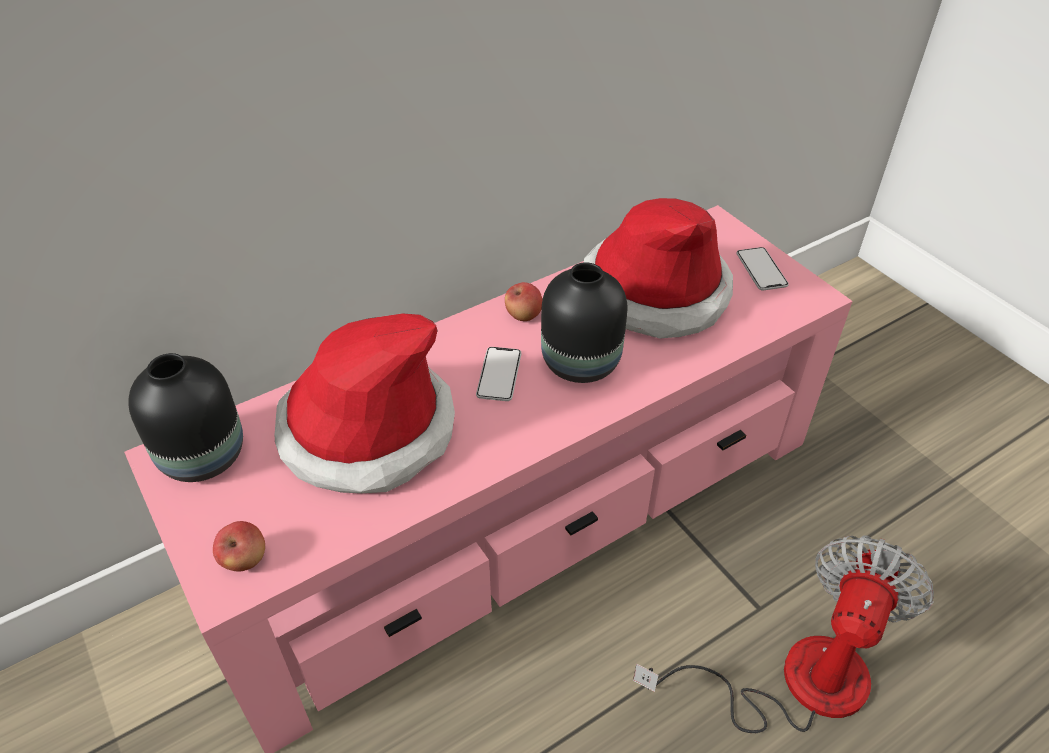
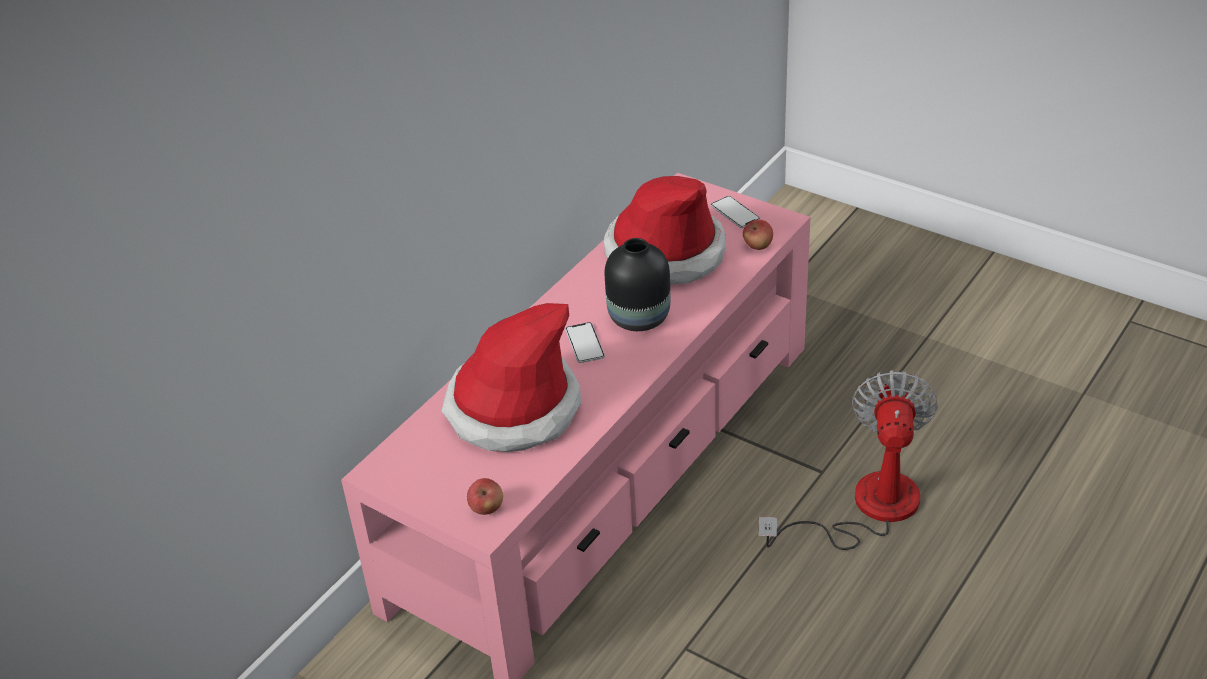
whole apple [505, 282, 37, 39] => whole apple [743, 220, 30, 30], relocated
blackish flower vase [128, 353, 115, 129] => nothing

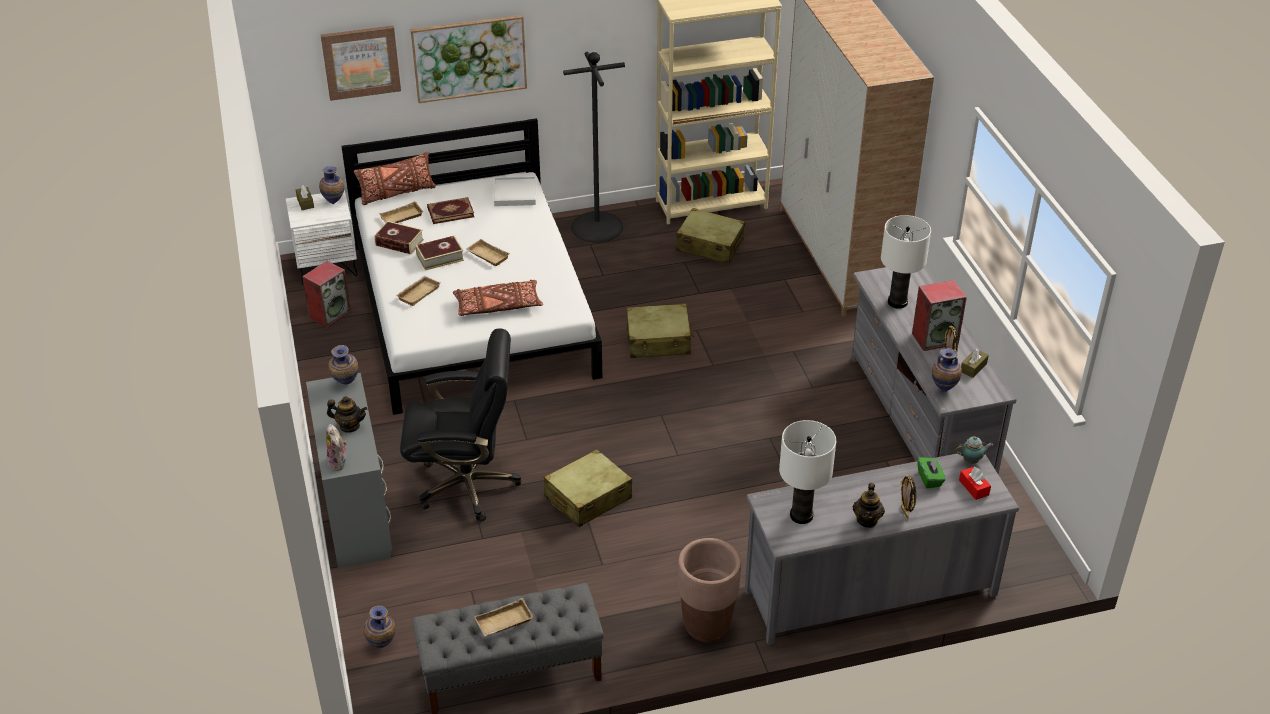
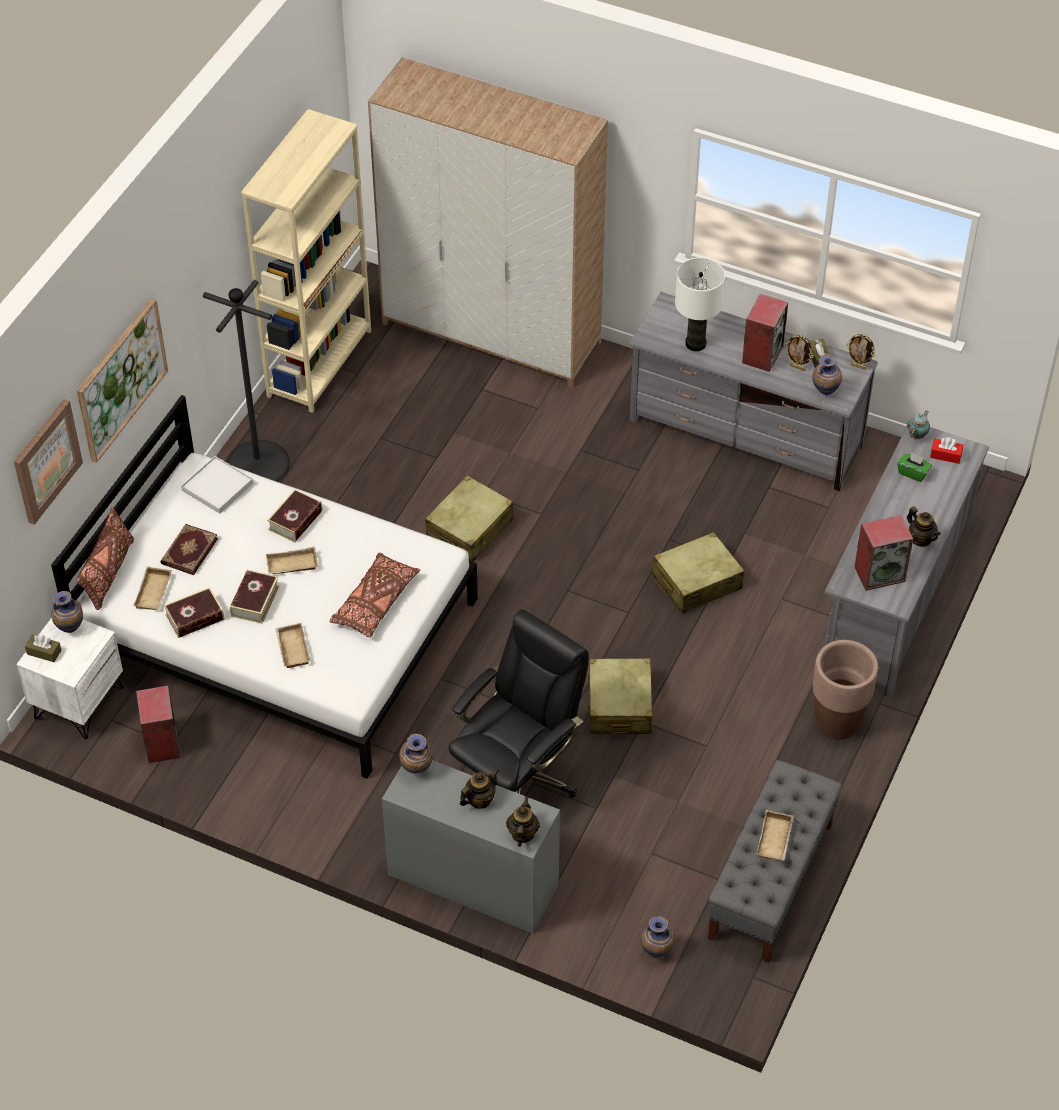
sand-coloured travel case [676, 208, 69, 56] => sand-coloured travel case [652, 532, 92, 81], relocated
whitish tabletop lamp [779, 420, 57, 104] => audio speaker [854, 515, 59, 76]
cuddly toy [326, 424, 21, 47] => teapot [506, 797, 34, 50]
standing frame [901, 474, 15, 45] => standing frame [846, 334, 30, 36], relocated
nothing => book [267, 489, 55, 53]

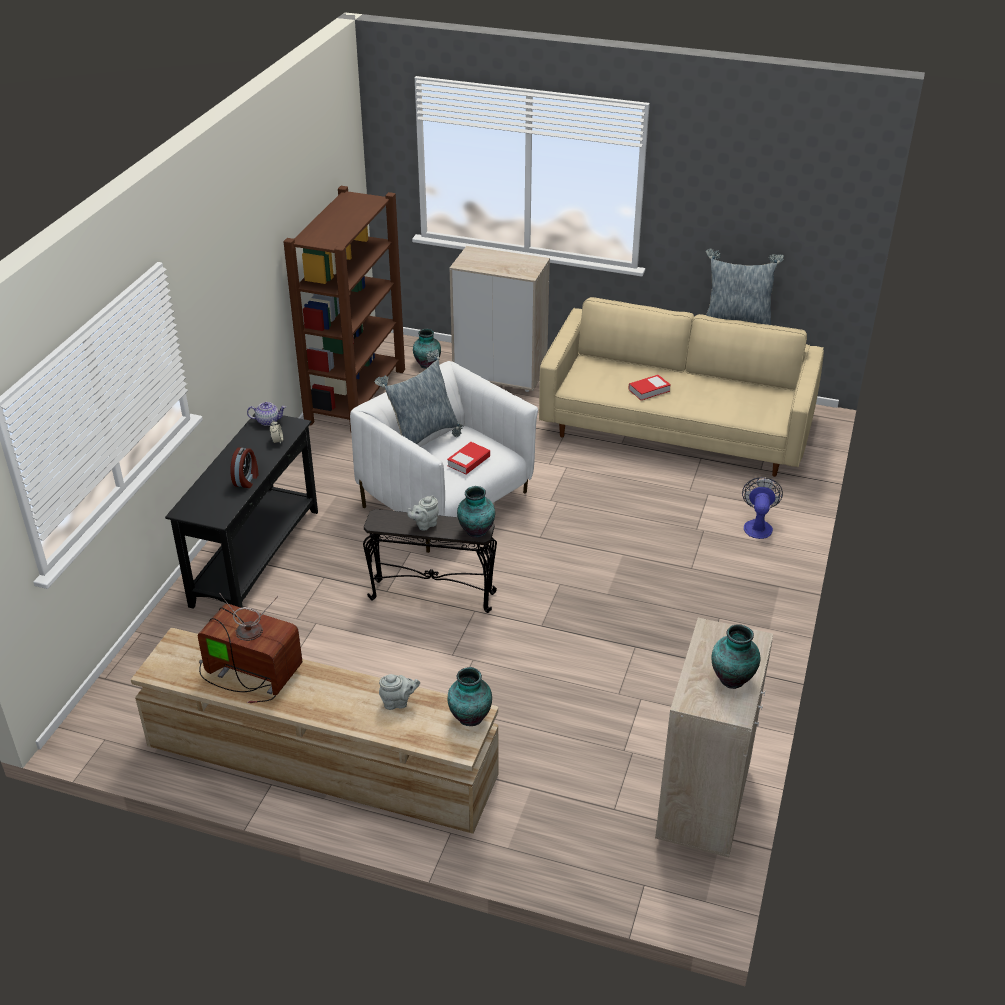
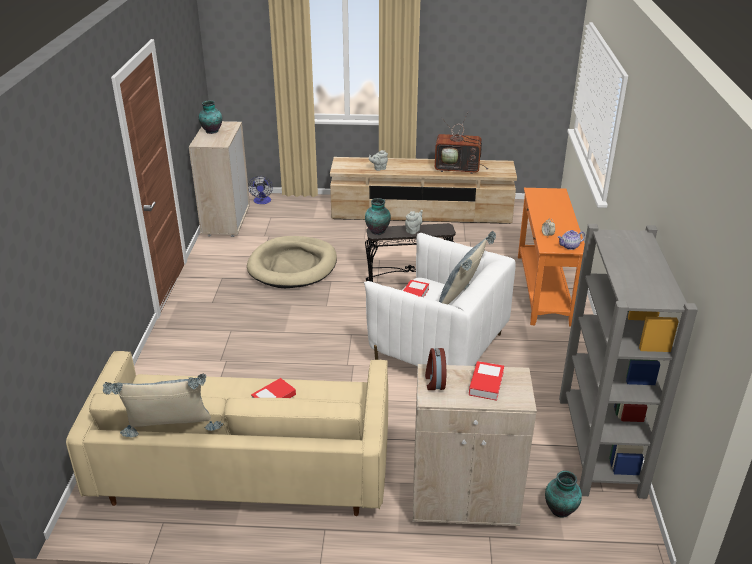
brownish bookcase [283, 186, 122, 246] => greyish bookcase [559, 224, 139, 275]
blackish narrow table [165, 414, 153, 195] => orange-coloured narrow table [518, 188, 67, 139]
alarm clock [230, 447, 28, 41] => alarm clock [425, 348, 21, 42], relocated
cooling fan [742, 477, 41, 62] => cooling fan [248, 176, 25, 28], relocated
flower vase [448, 667, 44, 59] => nothing
nothing => sand-coloured dog bed [247, 236, 90, 52]
nothing => book [469, 361, 35, 40]

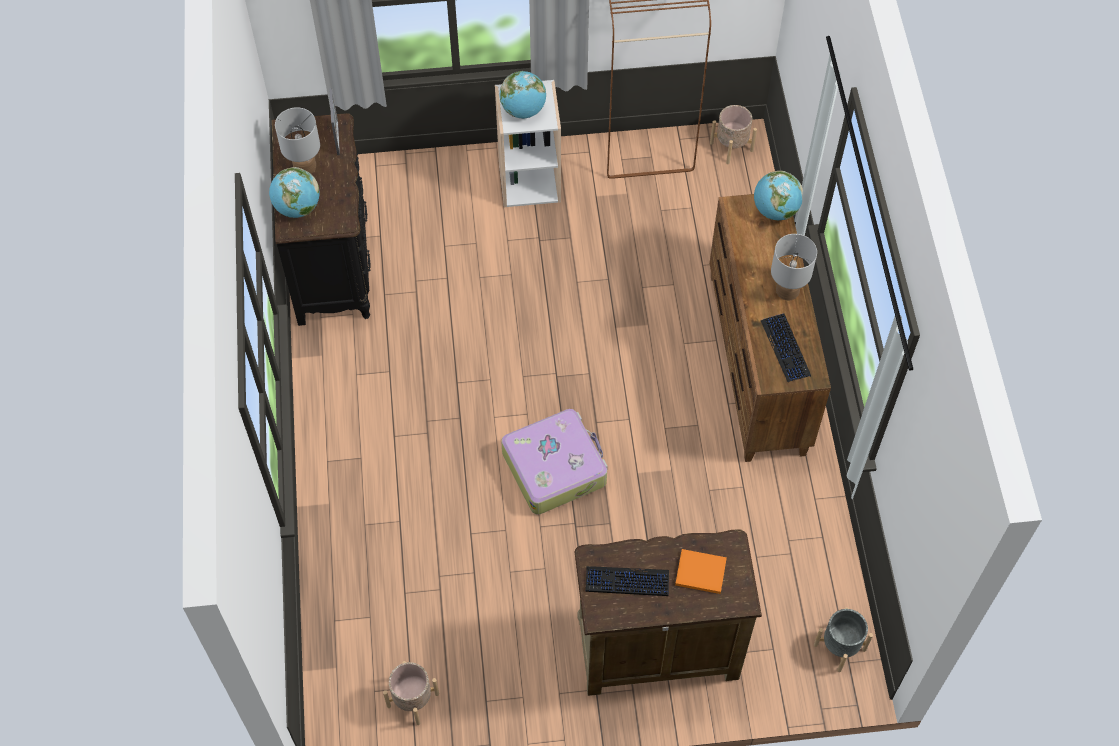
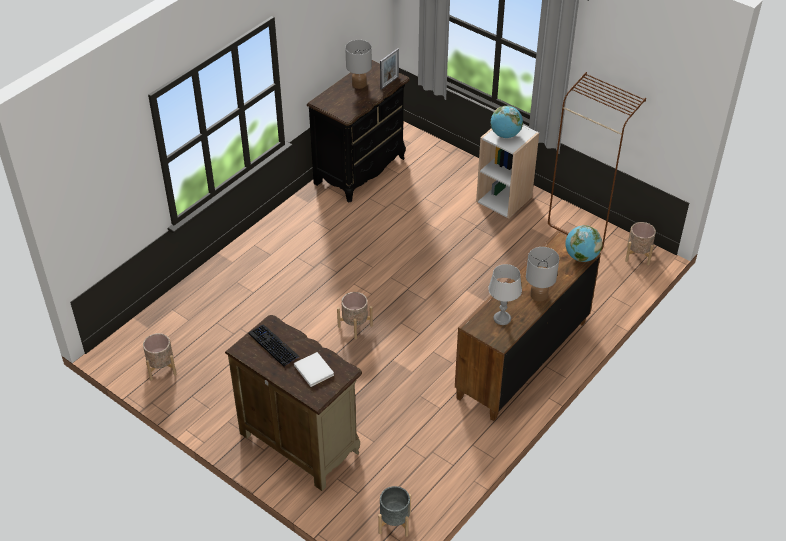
desk globe [269, 167, 50, 51] => nothing
PC keyboard [761, 313, 50, 69] => greyish tabletop lamp [488, 264, 34, 61]
travel case [501, 409, 107, 106] => sand-coloured flower pot [337, 292, 36, 47]
orange-coloured book [675, 549, 52, 45] => whitish book [294, 352, 40, 35]

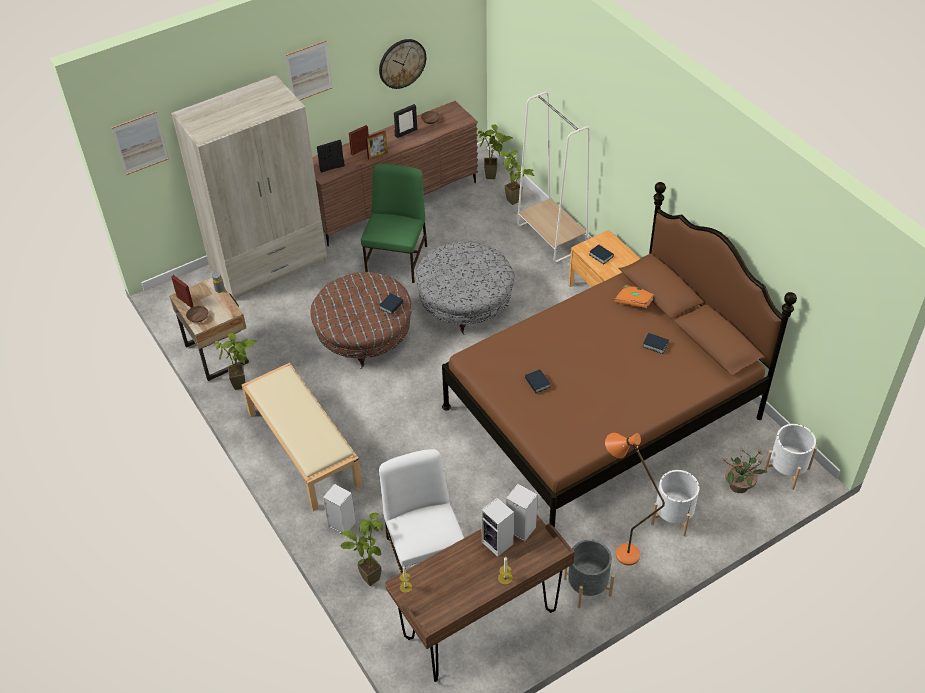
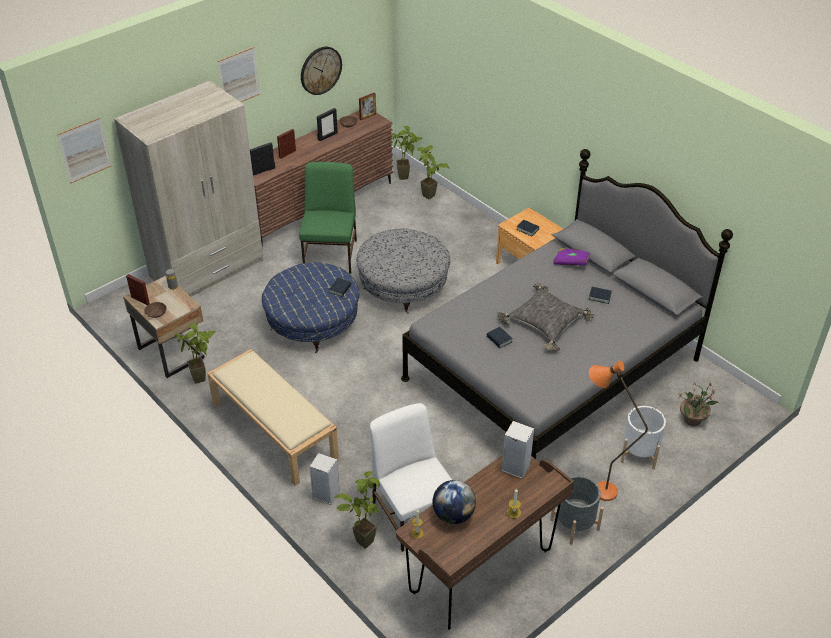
garment rack [517, 91, 73, 171] => nothing
standing frame [366, 131, 22, 29] => standing frame [359, 93, 17, 27], relocated
brownish bed [442, 182, 355, 346] => greyish bed [401, 149, 332, 310]
brownish ottoman [310, 272, 102, 97] => blue-coloured ottoman [262, 262, 97, 91]
orange-coloured book [614, 285, 40, 23] => purple-coloured book [553, 248, 37, 17]
whitish flower pot [764, 424, 53, 66] => nothing
audio speaker [481, 497, 33, 60] => nothing
nothing => throw pillow [497, 282, 97, 69]
nothing => desk globe [432, 480, 44, 44]

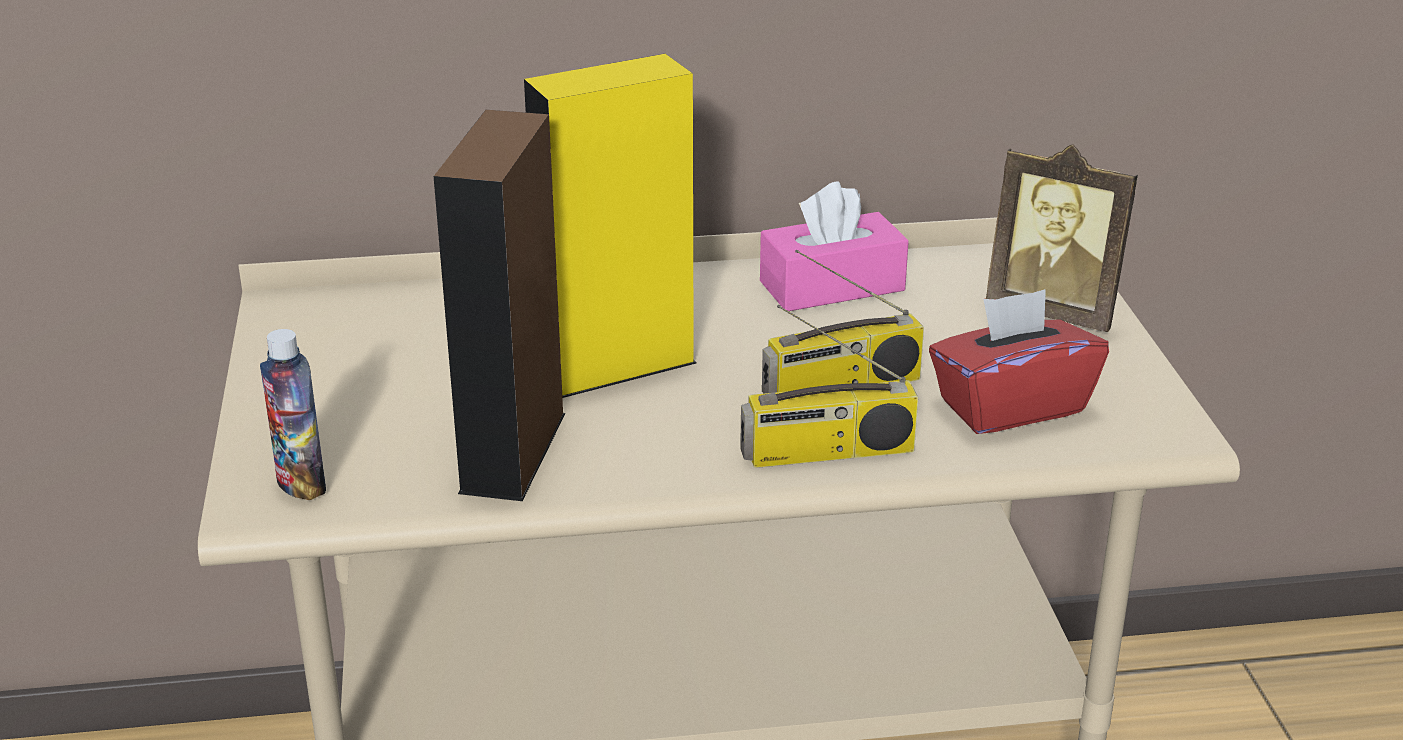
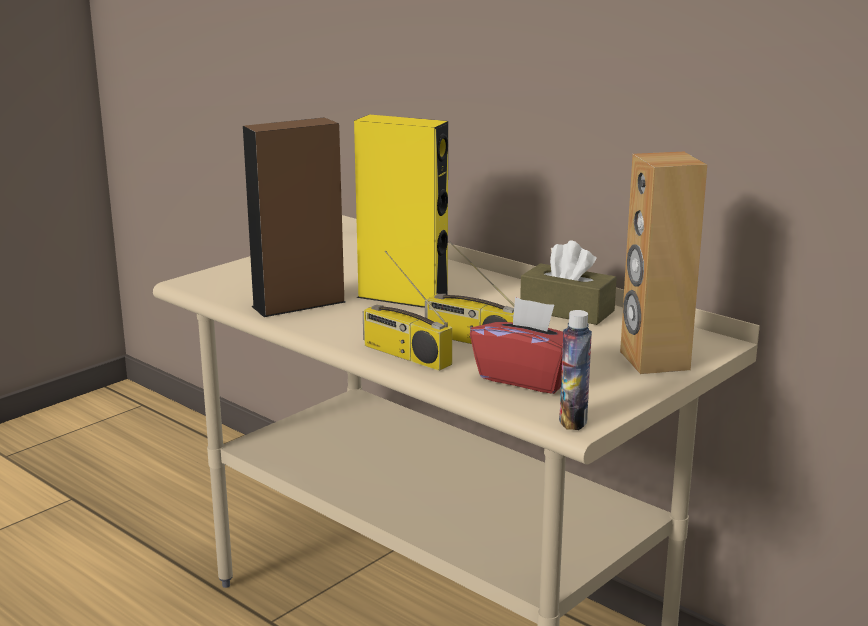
standing frame [986, 145, 152, 187] => brownish audio speaker [620, 152, 87, 222]
pinkish box of tissues [760, 181, 149, 130] => brownish box of tissues [520, 240, 97, 85]
drink bottle [260, 329, 66, 171] => drink bottle [559, 310, 33, 120], relocated

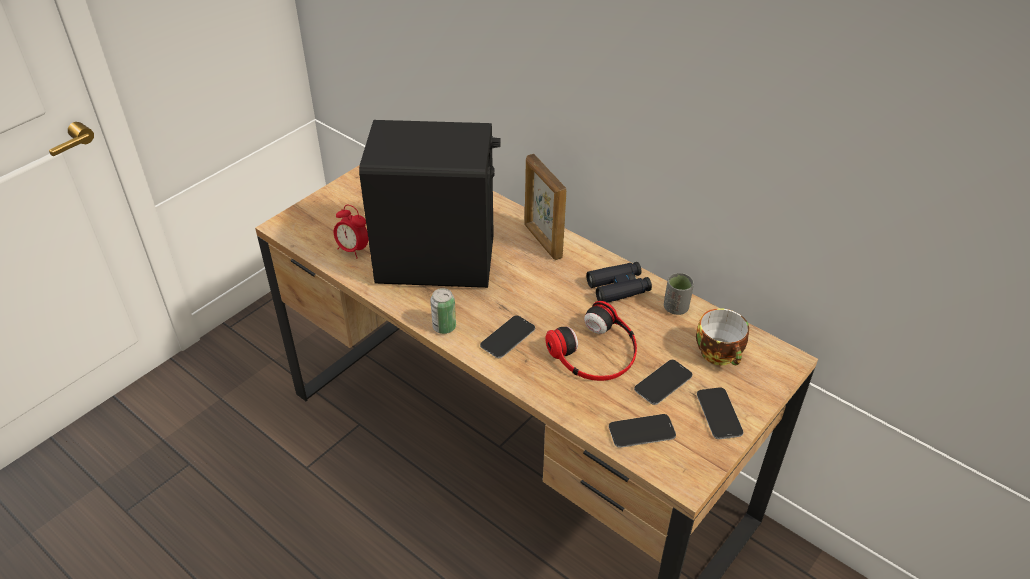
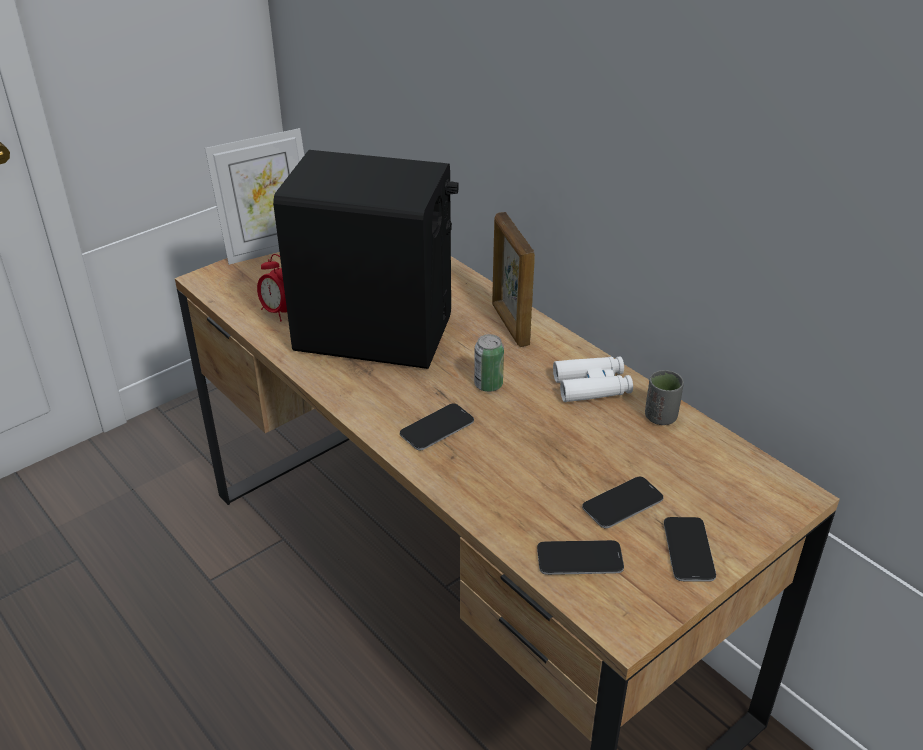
blackish field glasses [586, 262, 66, 41] => whitish field glasses [553, 357, 80, 45]
can [430, 288, 26, 46] => can [474, 334, 30, 58], relocated
pair of headphones [545, 301, 92, 80] => nothing
small cup [696, 308, 53, 57] => nothing
nothing => standing frame [205, 128, 99, 137]

